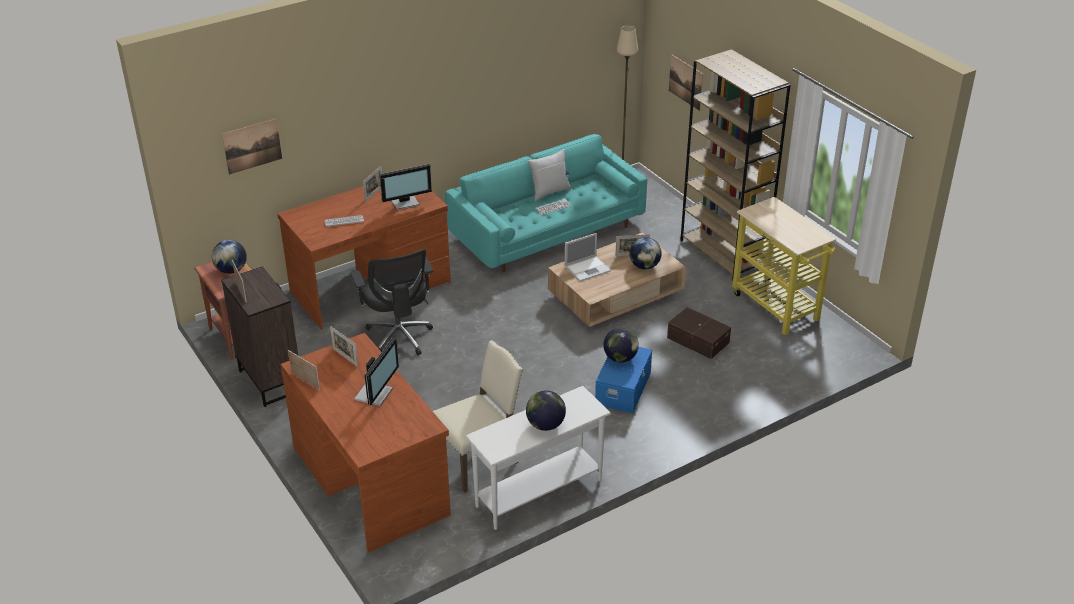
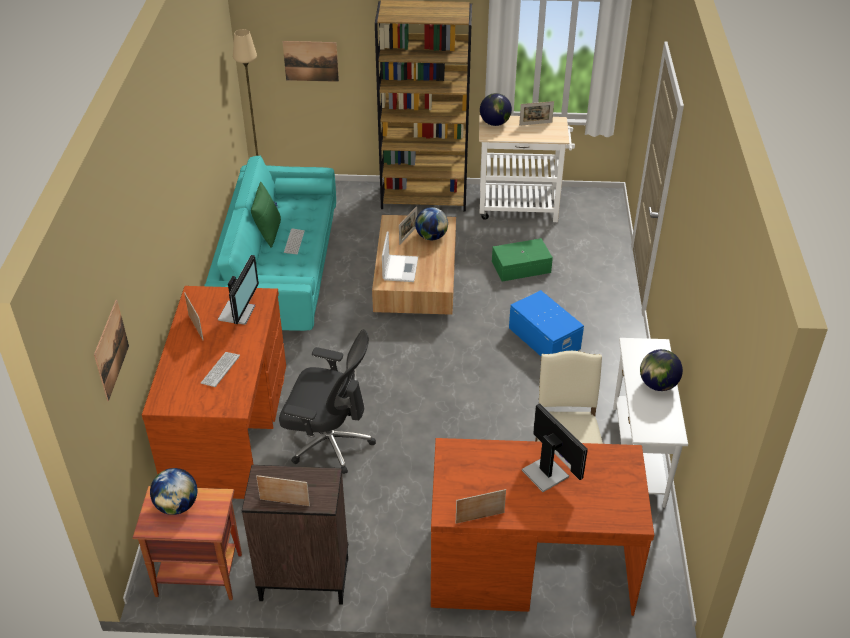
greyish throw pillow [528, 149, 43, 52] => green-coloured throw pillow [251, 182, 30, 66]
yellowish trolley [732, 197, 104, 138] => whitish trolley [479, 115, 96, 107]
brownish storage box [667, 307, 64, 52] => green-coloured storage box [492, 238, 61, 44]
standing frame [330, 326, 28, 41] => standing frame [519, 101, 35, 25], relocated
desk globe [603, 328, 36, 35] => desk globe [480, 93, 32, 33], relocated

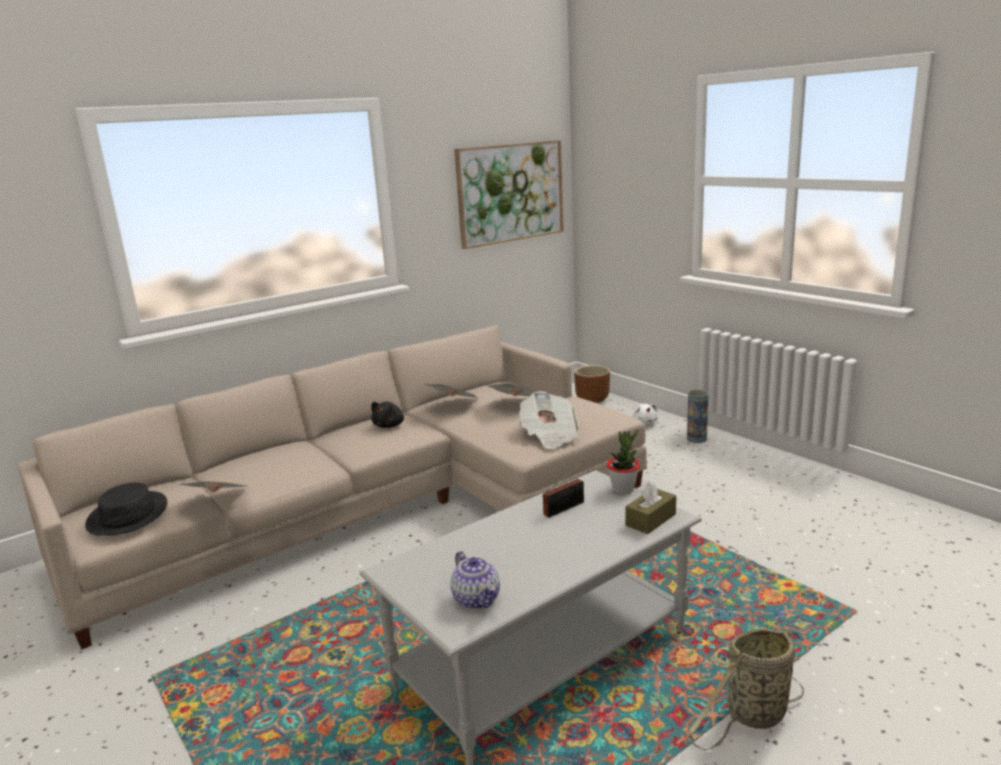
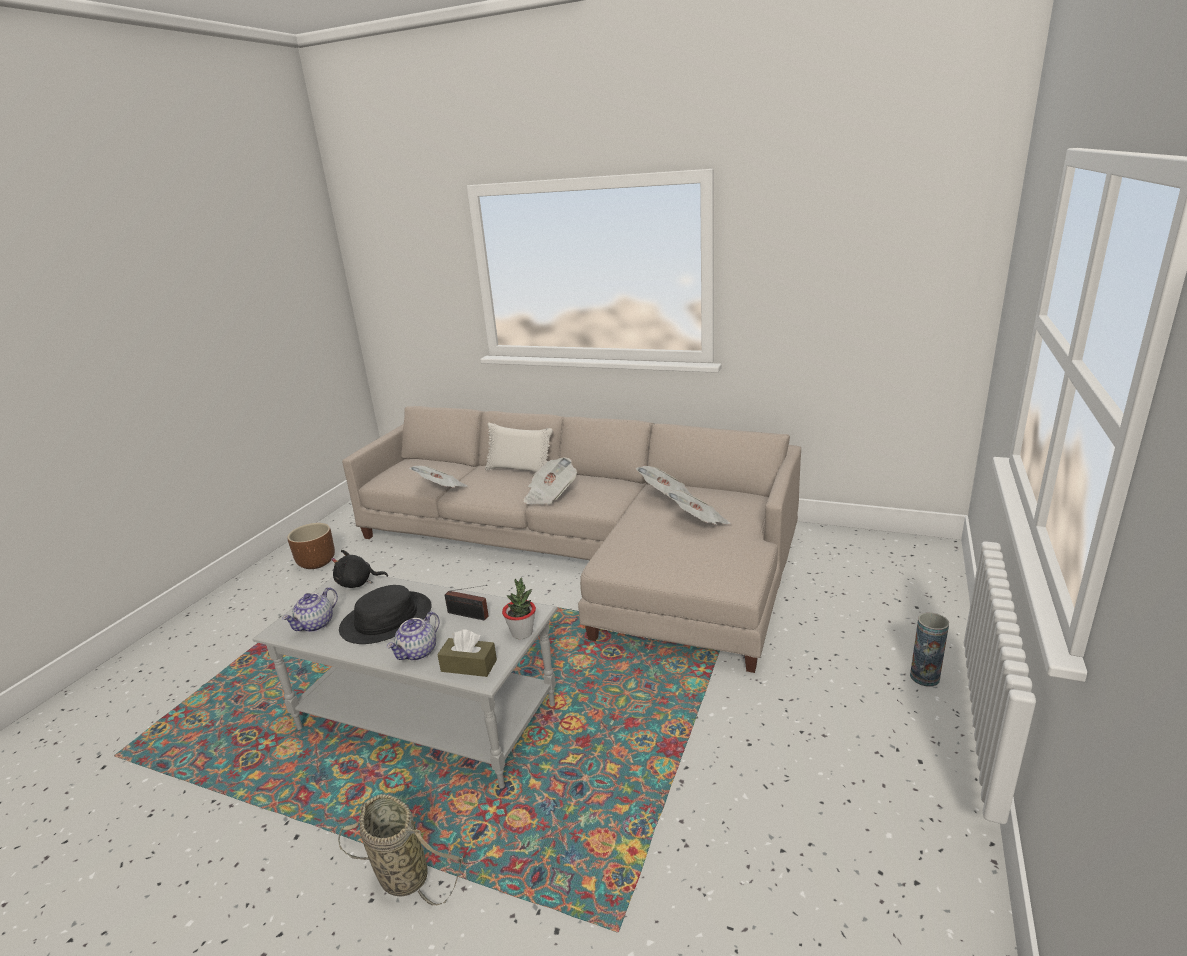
wall picture [454, 140, 110, 109] => nothing
brownish flower pot [574, 365, 36, 38] => brownish flower pot [287, 523, 48, 46], relocated
daily paper [519, 391, 61, 58] => daily paper [523, 457, 54, 48], relocated
blackish cuddly toy [371, 402, 33, 26] => blackish cuddly toy [331, 550, 57, 38], relocated
whitish cuddly toy [631, 404, 27, 21] => nothing
blackish wearable hat [85, 482, 82, 54] => blackish wearable hat [339, 585, 93, 59], relocated
nothing => whitish throw pillow [485, 423, 68, 49]
nothing => teapot [387, 612, 52, 49]

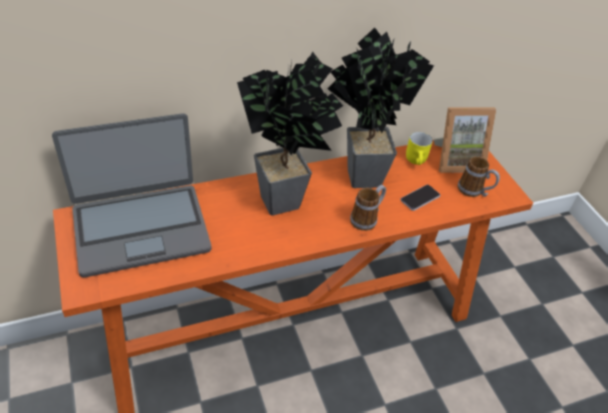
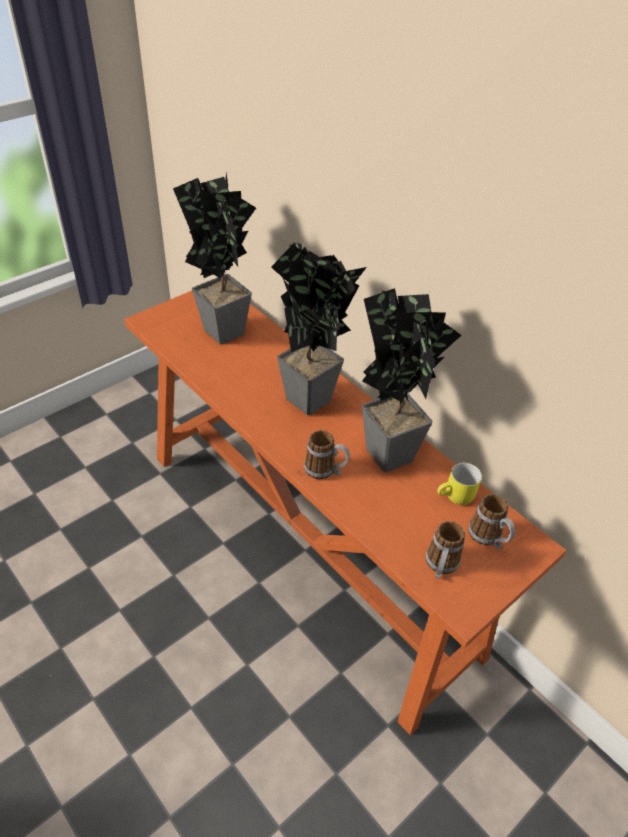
standing frame [434, 108, 63, 65] => coffee mug [468, 494, 47, 55]
portable computer [52, 113, 160, 165] => plant in a pot [173, 172, 83, 173]
phone [400, 185, 41, 26] => nothing

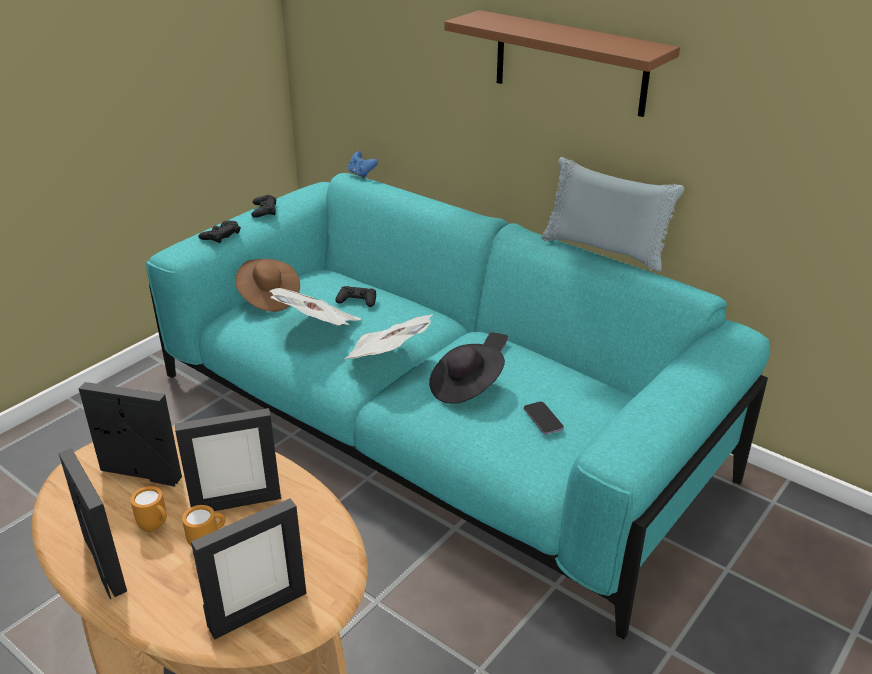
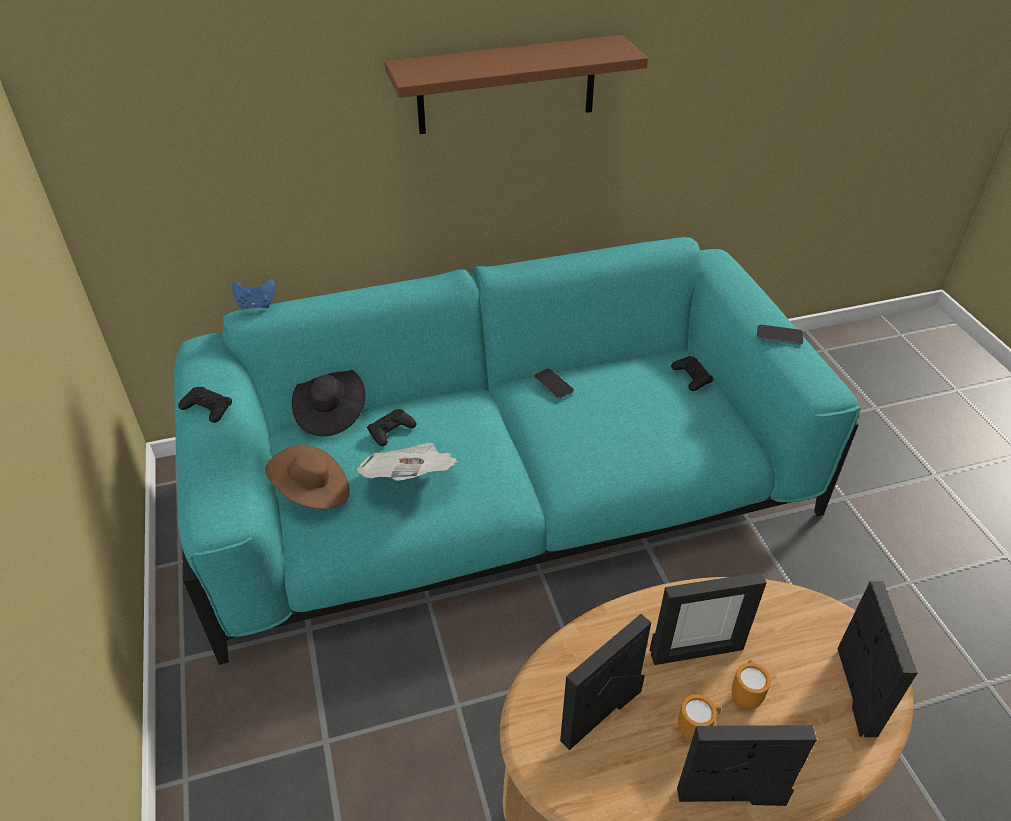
blue-coloured throw pillow [541, 157, 143, 115] => nothing
blackish game controller [199, 220, 42, 23] => blackish game controller [671, 356, 43, 35], relocated
daily paper [344, 314, 89, 45] => nothing
blackish wearable hat [429, 344, 76, 60] => blackish wearable hat [292, 370, 74, 66], relocated
phone [524, 401, 40, 33] => phone [757, 325, 46, 19], relocated
standing frame [175, 408, 106, 103] => standing frame [649, 572, 118, 93], 60 degrees clockwise

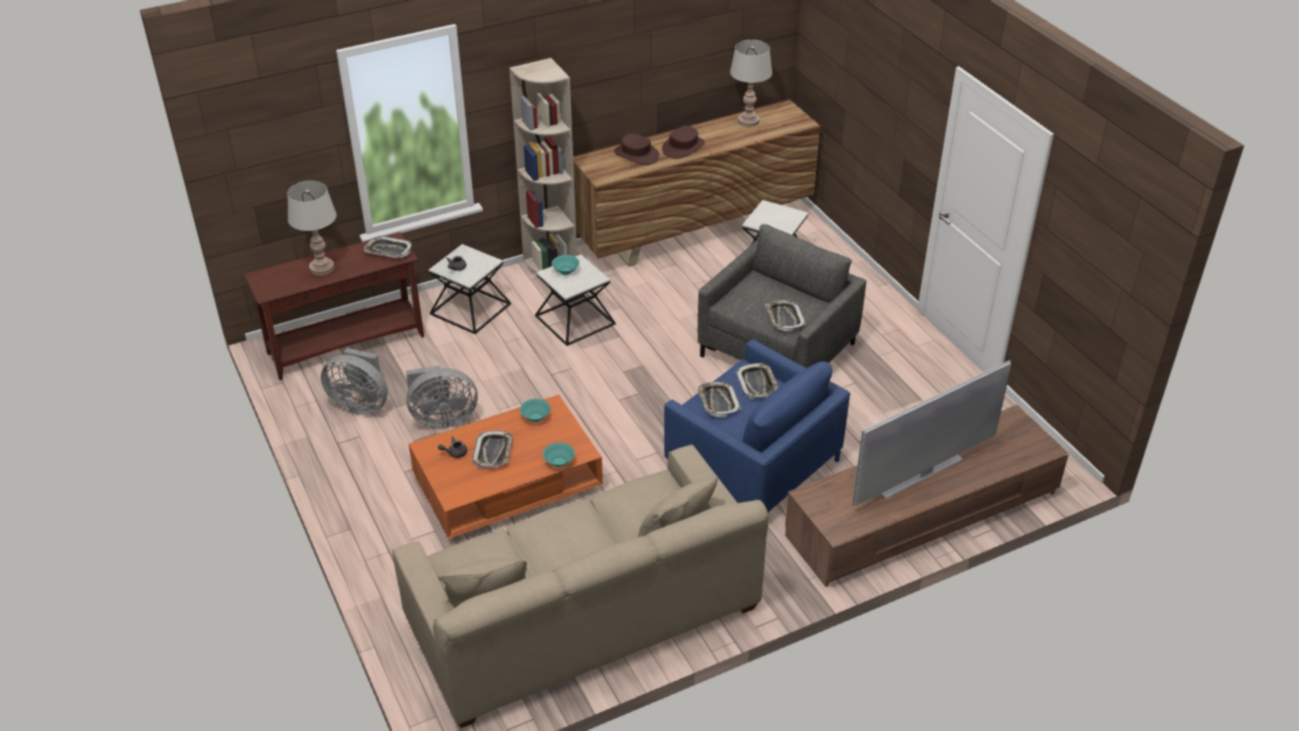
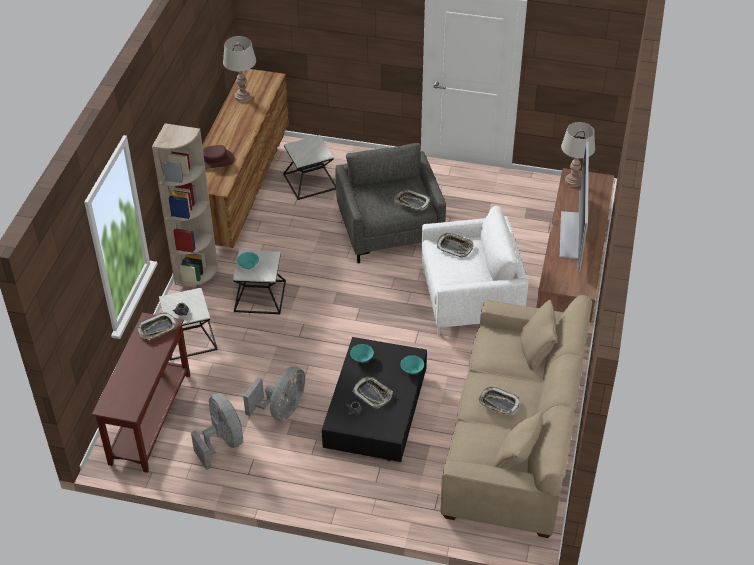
brownish wearable hat [662, 126, 43, 33] => nothing
greyish tabletop lamp [287, 181, 50, 95] => greyish tabletop lamp [561, 122, 34, 65], relocated
blue-coloured lounge chair [664, 339, 186, 173] => whitish lounge chair [421, 206, 108, 129]
greyish cooling fan [321, 348, 67, 67] => greyish cooling fan [191, 393, 52, 77], 90 degrees counterclockwise
carrying tray [697, 382, 44, 35] => carrying tray [478, 387, 42, 28], relocated
orange-coloured low table [409, 395, 194, 144] => blackish low table [322, 337, 105, 125]

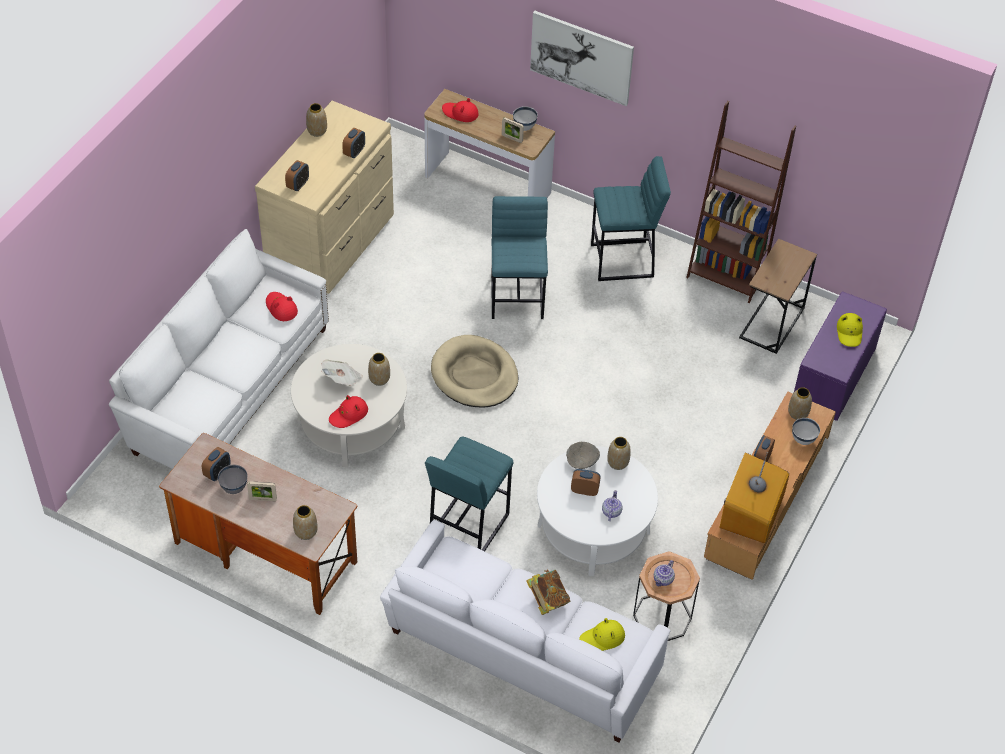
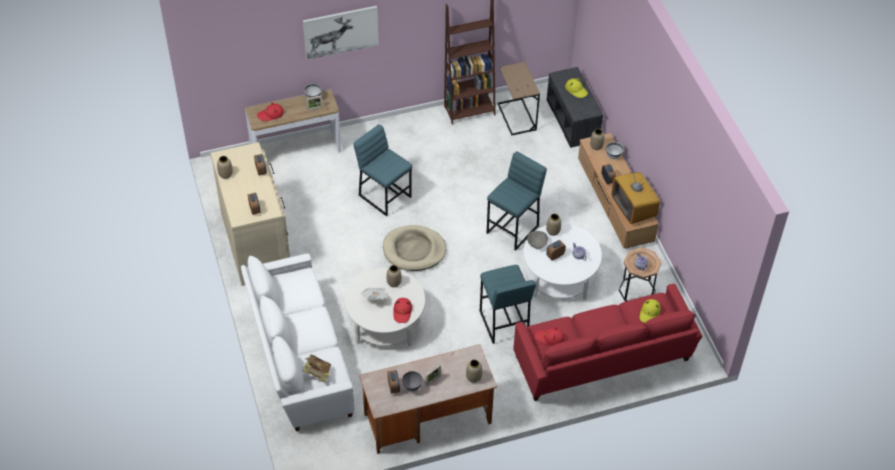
turquoise stool seat [591, 156, 80, 125] => turquoise stool seat [487, 151, 60, 100], relocated
red wearable hat [266, 292, 32, 29] => red wearable hat [535, 327, 30, 19], relocated
purple-coloured bench [794, 292, 93, 129] => greyish bench [547, 67, 56, 81]
whitish settee [380, 520, 291, 223] => red settee [513, 284, 189, 117]
book [526, 570, 45, 45] => book [303, 354, 28, 28], relocated

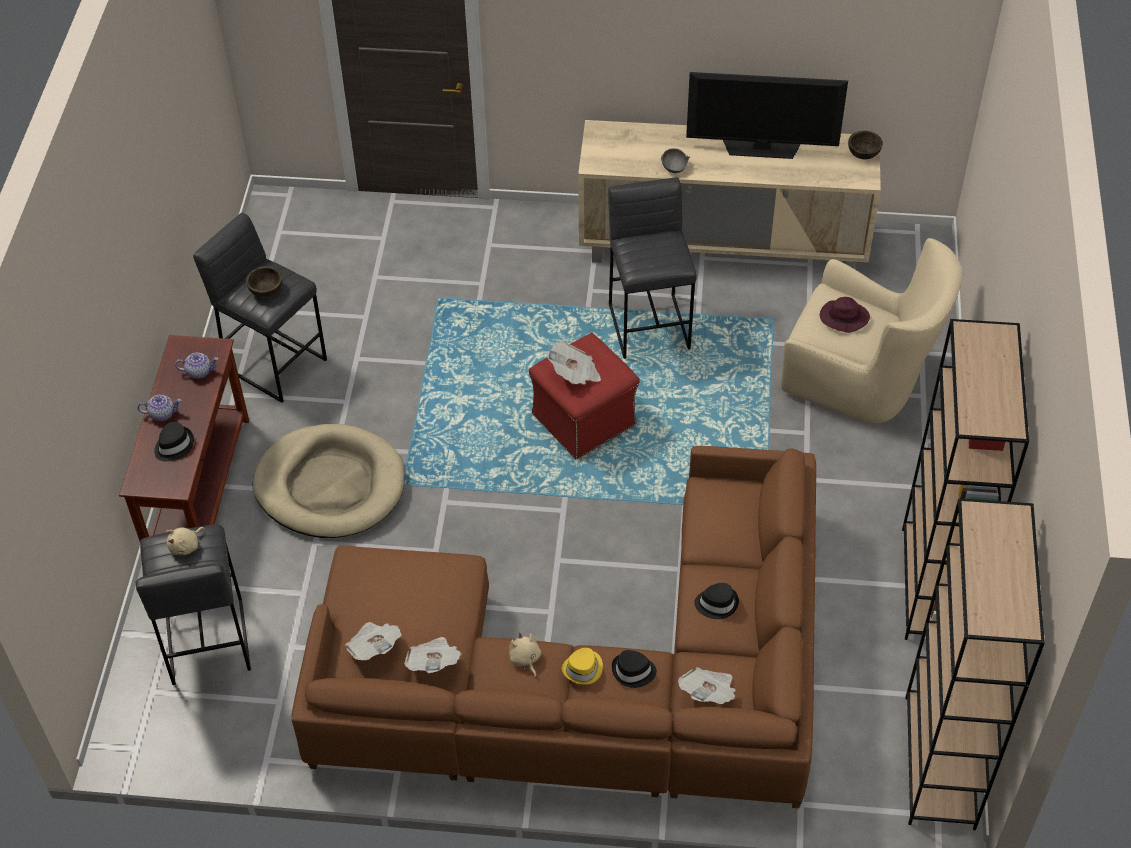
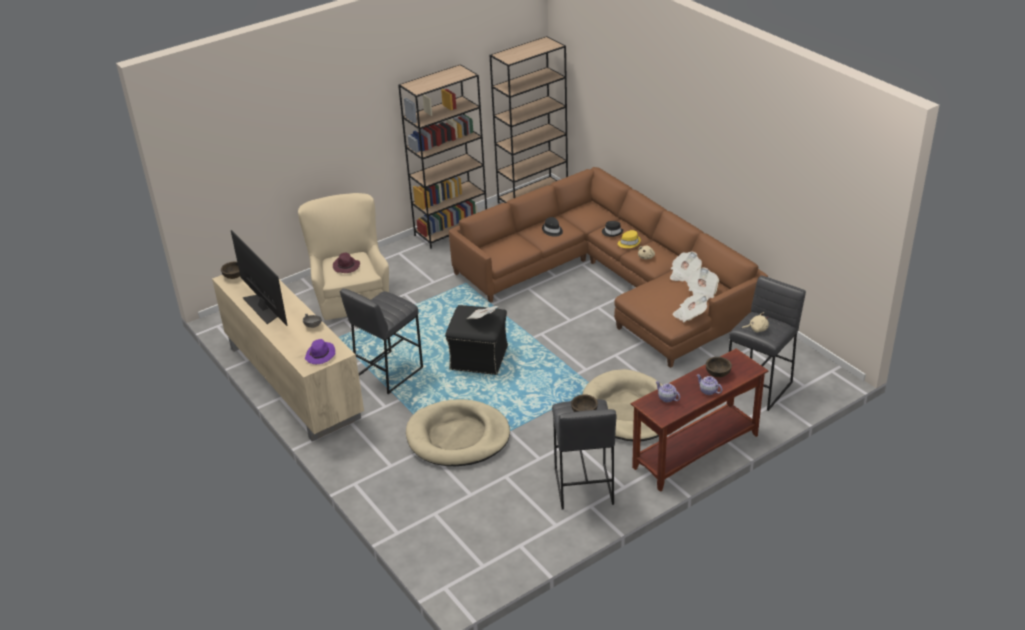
red ottoman [529, 333, 111, 126] => blackish ottoman [445, 305, 63, 70]
blackish wearable hat [154, 422, 40, 40] => brownish bowl [706, 357, 26, 20]
daily paper [678, 667, 58, 37] => daily paper [673, 293, 36, 29], relocated
nothing => purple-coloured wearable hat [305, 339, 30, 25]
nothing => sand-coloured dog bed [406, 399, 104, 67]

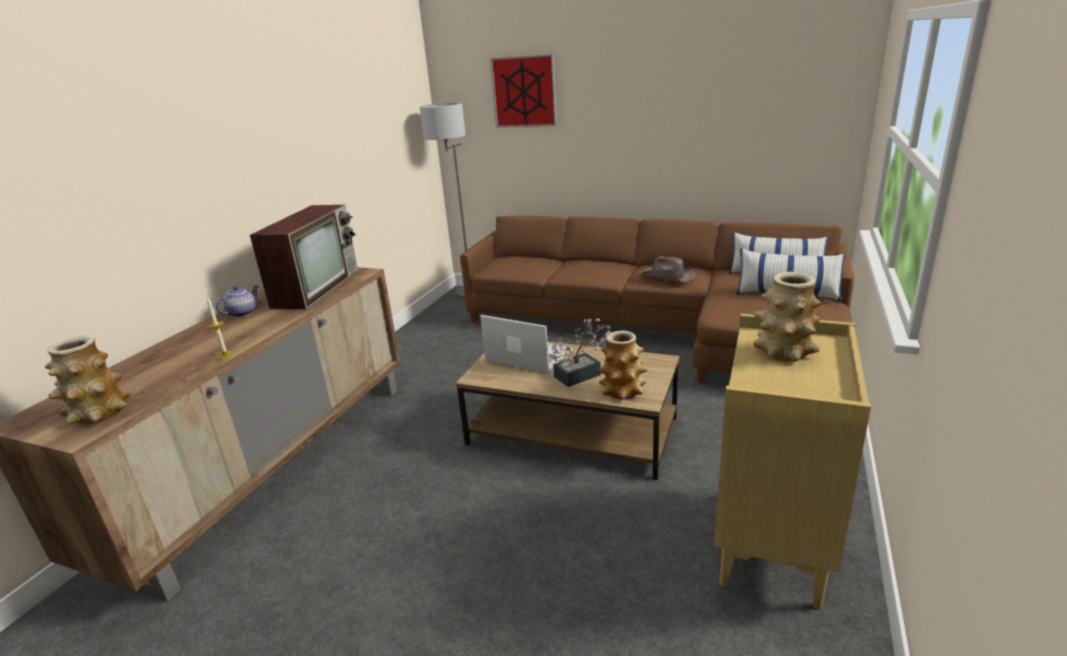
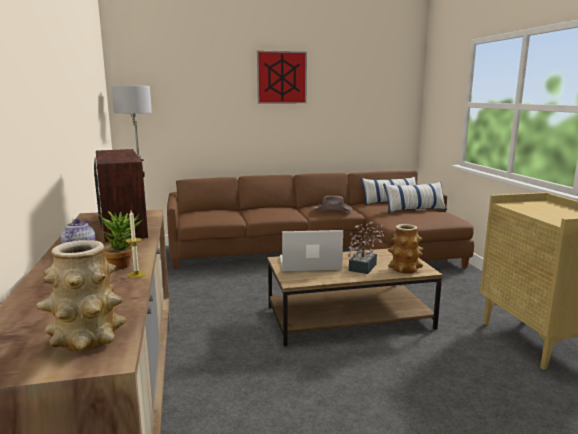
wall picture [490, 54, 67, 73] => wall picture [257, 51, 50, 53], relocated
flower vase [753, 272, 69, 90] => nothing
nothing => plant in a pot [96, 211, 48, 58]

